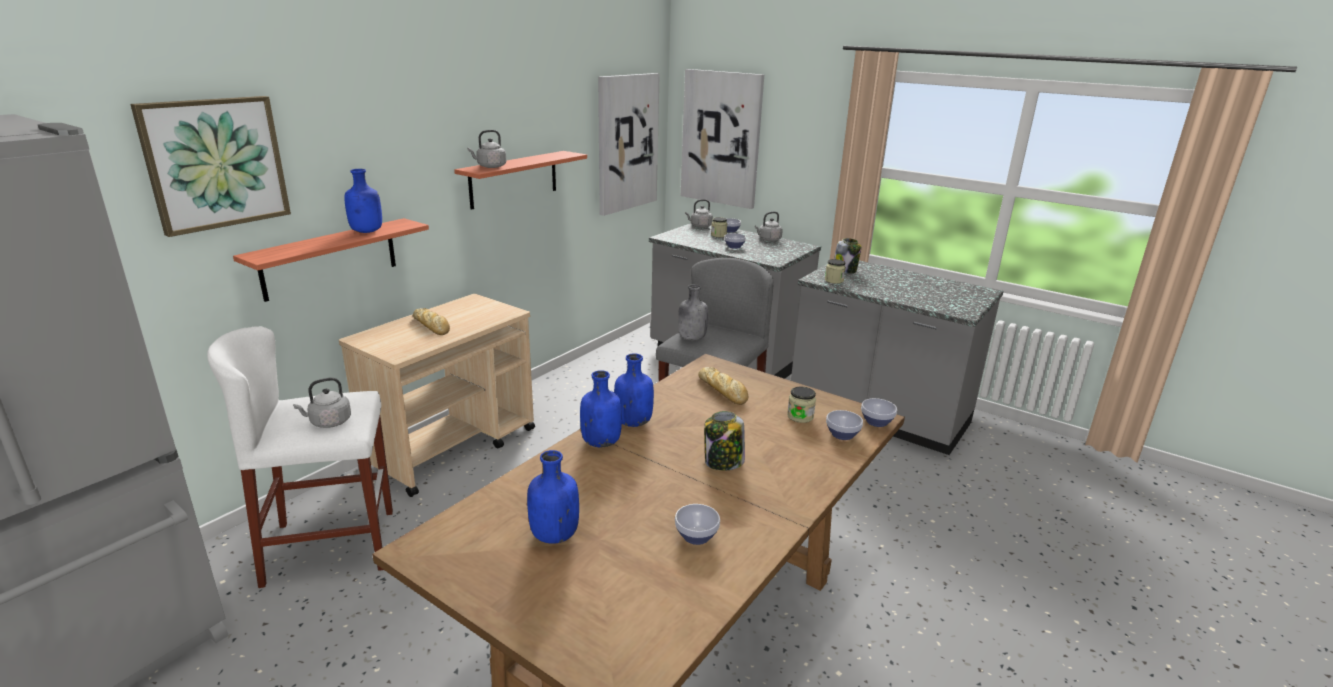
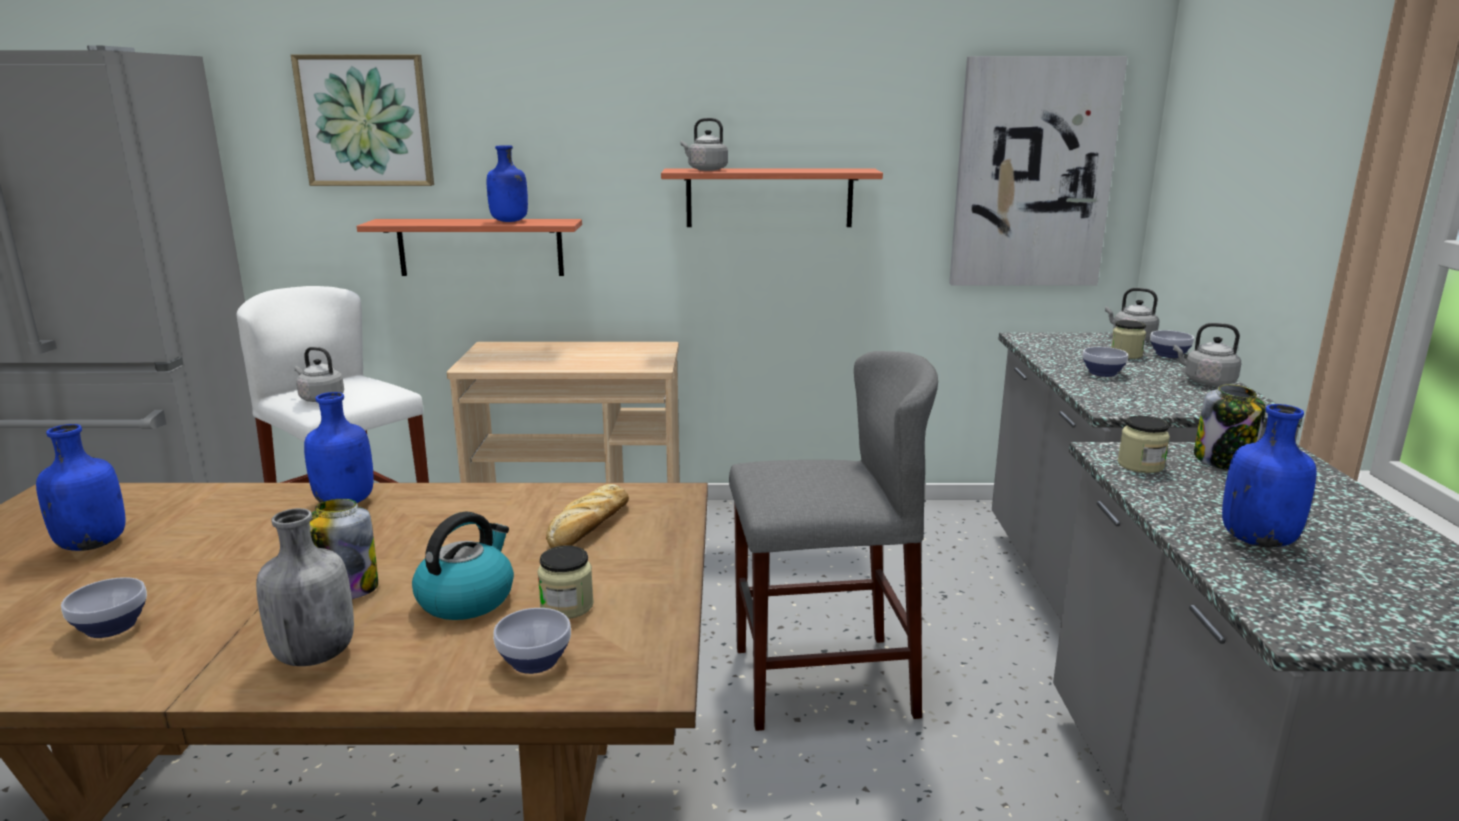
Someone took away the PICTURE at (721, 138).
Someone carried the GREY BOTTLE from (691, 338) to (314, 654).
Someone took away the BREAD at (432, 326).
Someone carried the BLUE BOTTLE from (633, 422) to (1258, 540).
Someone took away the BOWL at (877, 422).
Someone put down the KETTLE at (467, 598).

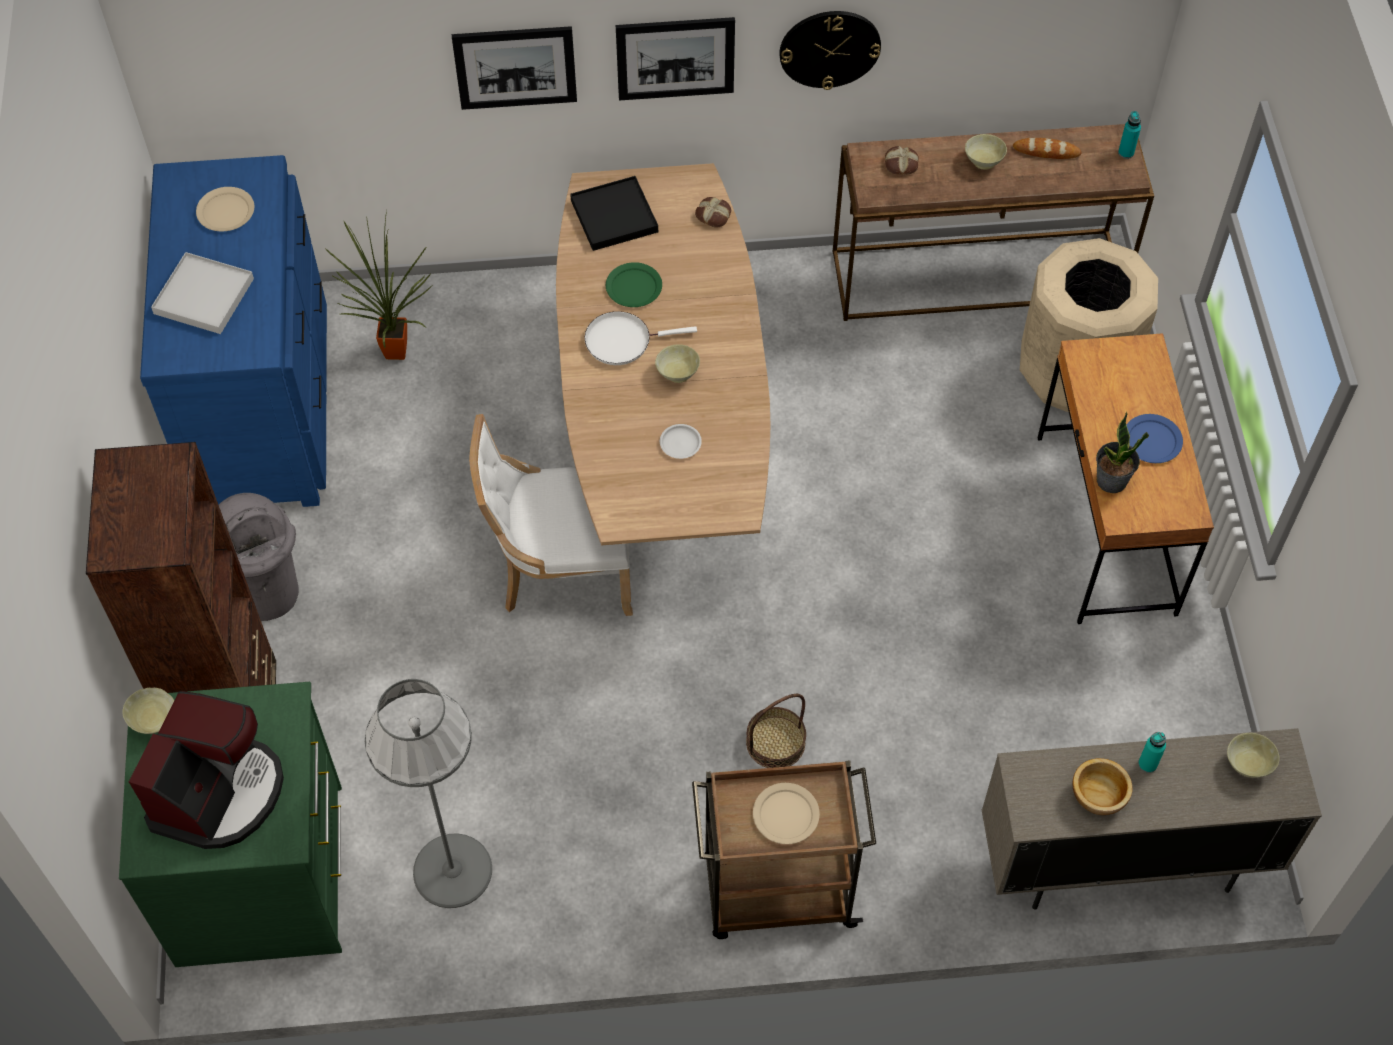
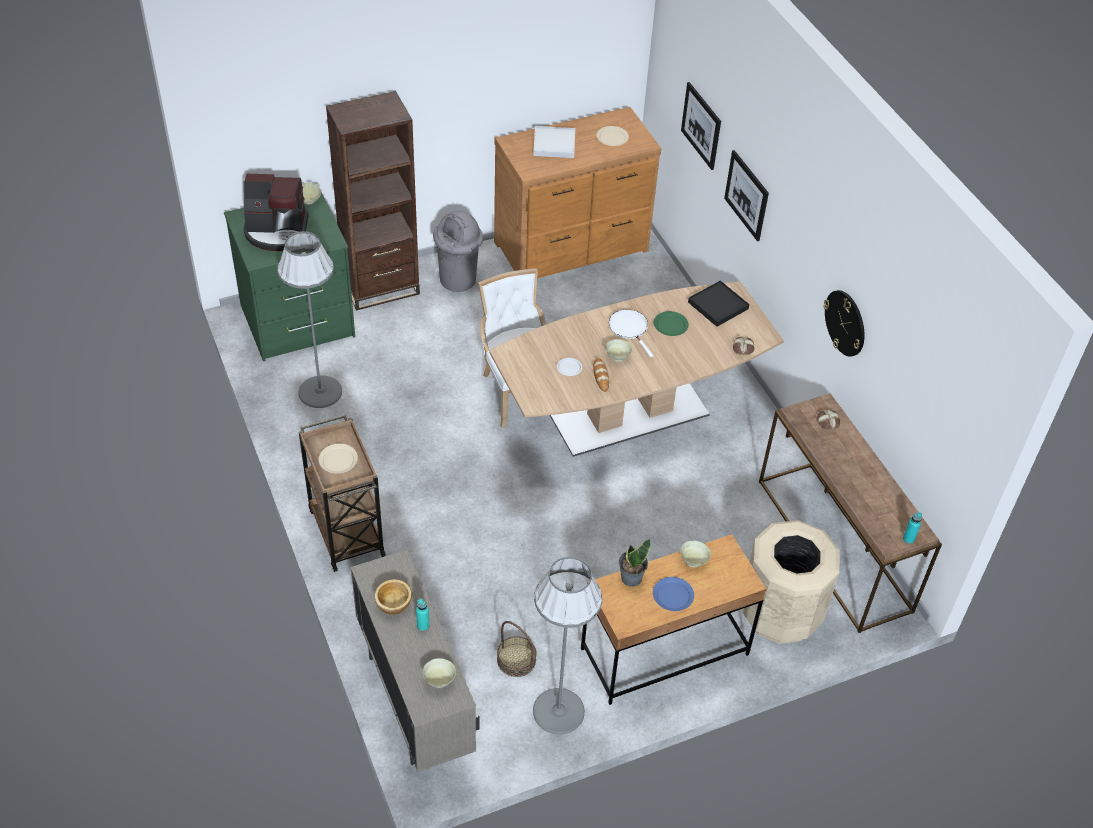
Someone carried the PICTURE from (675, 58) to (701, 125).
Someone carried the BEIGE BOWL from (984, 161) to (694, 561).
Someone carried the BREAD from (1046, 151) to (601, 376).
Someone repainted the BLUE DRESSER at (265, 405), which became the BROWN DRESSER at (573, 248).
Someone took away the POTTED PLANT at (394, 356).
Someone carried the BASKET from (775, 742) to (516, 660).
Someone put down the GREY FLOOR LAMP at (558, 711).

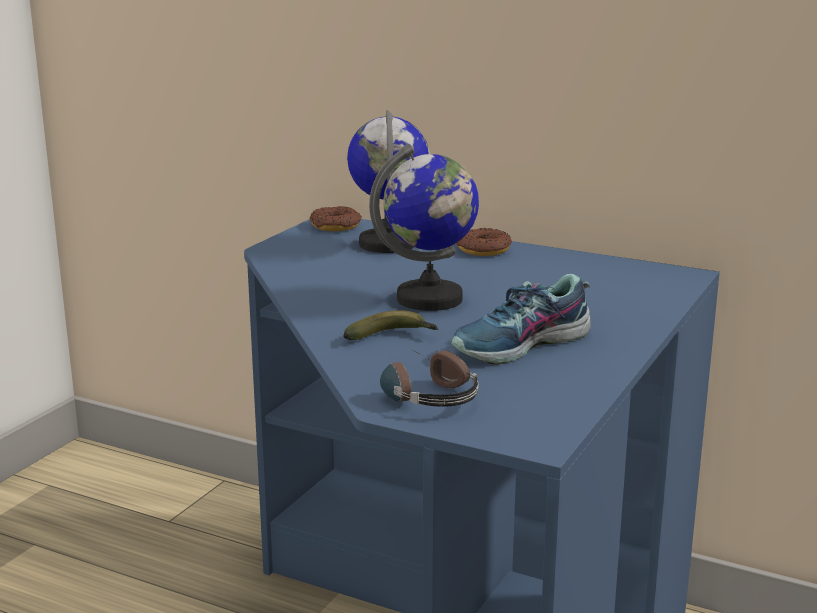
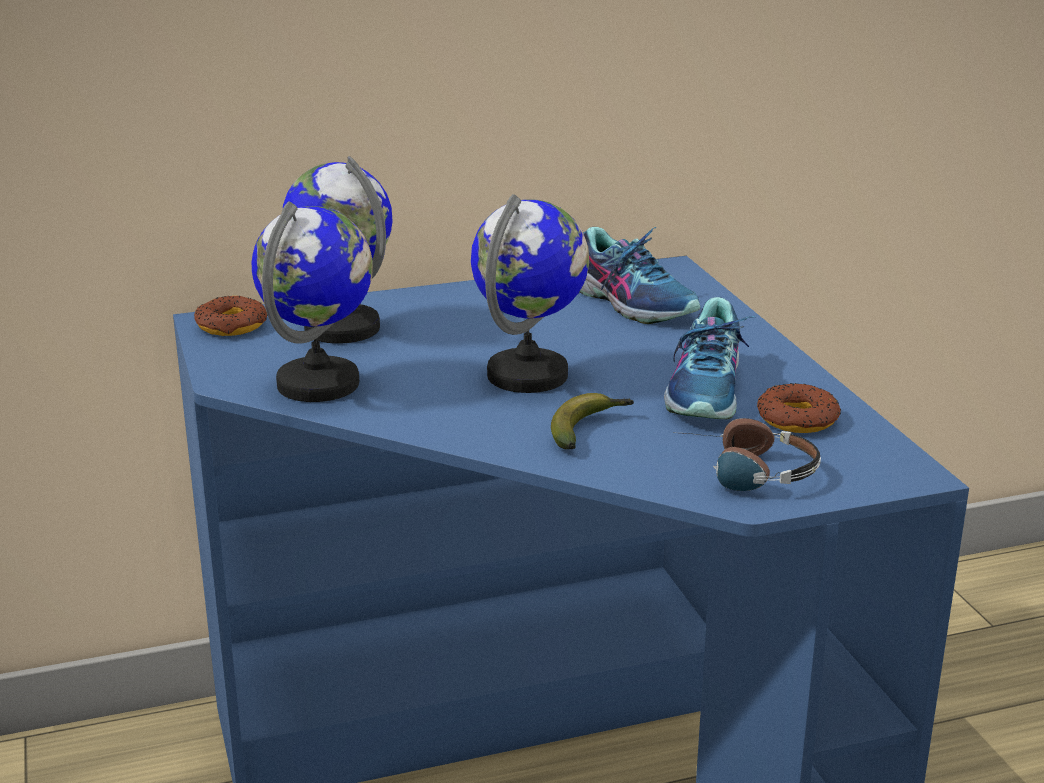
Someone carried the DONUT from (483, 249) to (796, 419).
Someone put down the GLOBE at (319, 384).
Someone put down the SHOE at (633, 302).

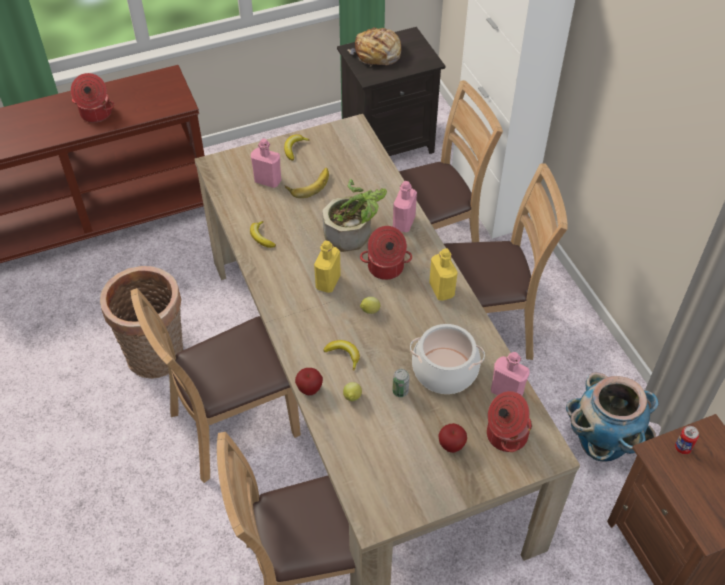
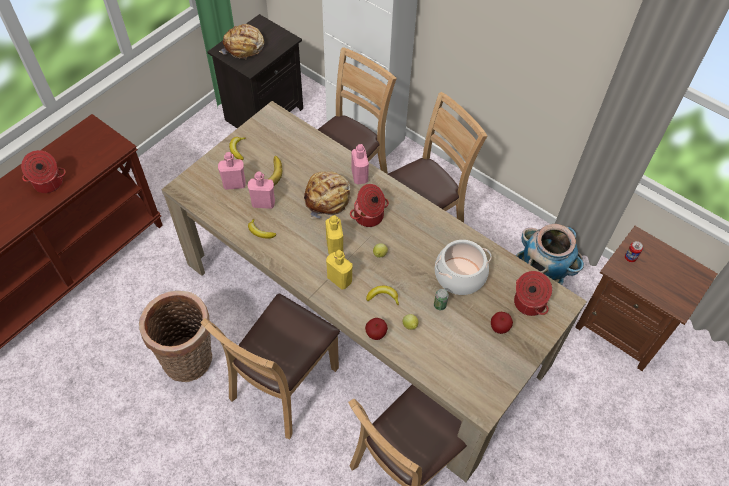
Someone swapped the POTTED PLANT at (353, 232) for the BREAD at (328, 199).
Someone carried the YELLOW BOTTLE from (441, 290) to (339, 279).
Someone carried the PINK BOTTLE from (506, 392) to (263, 203).

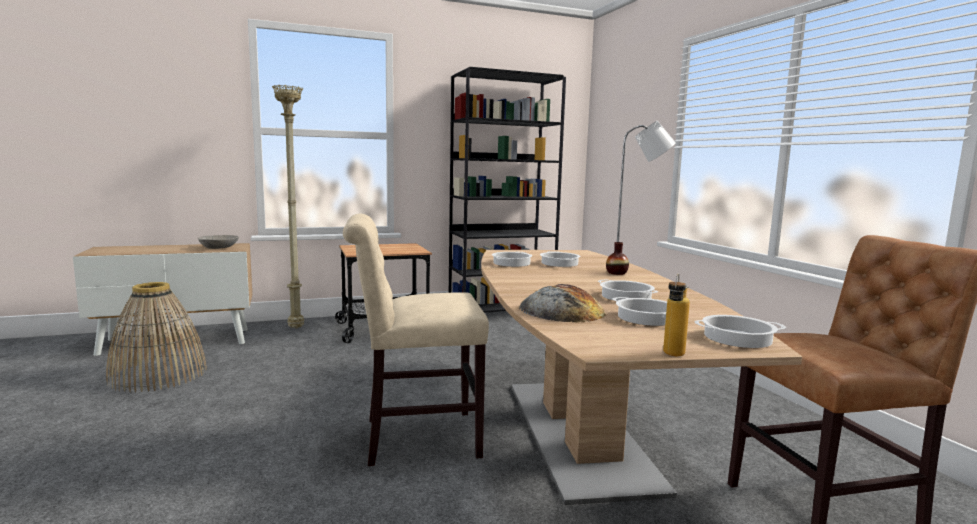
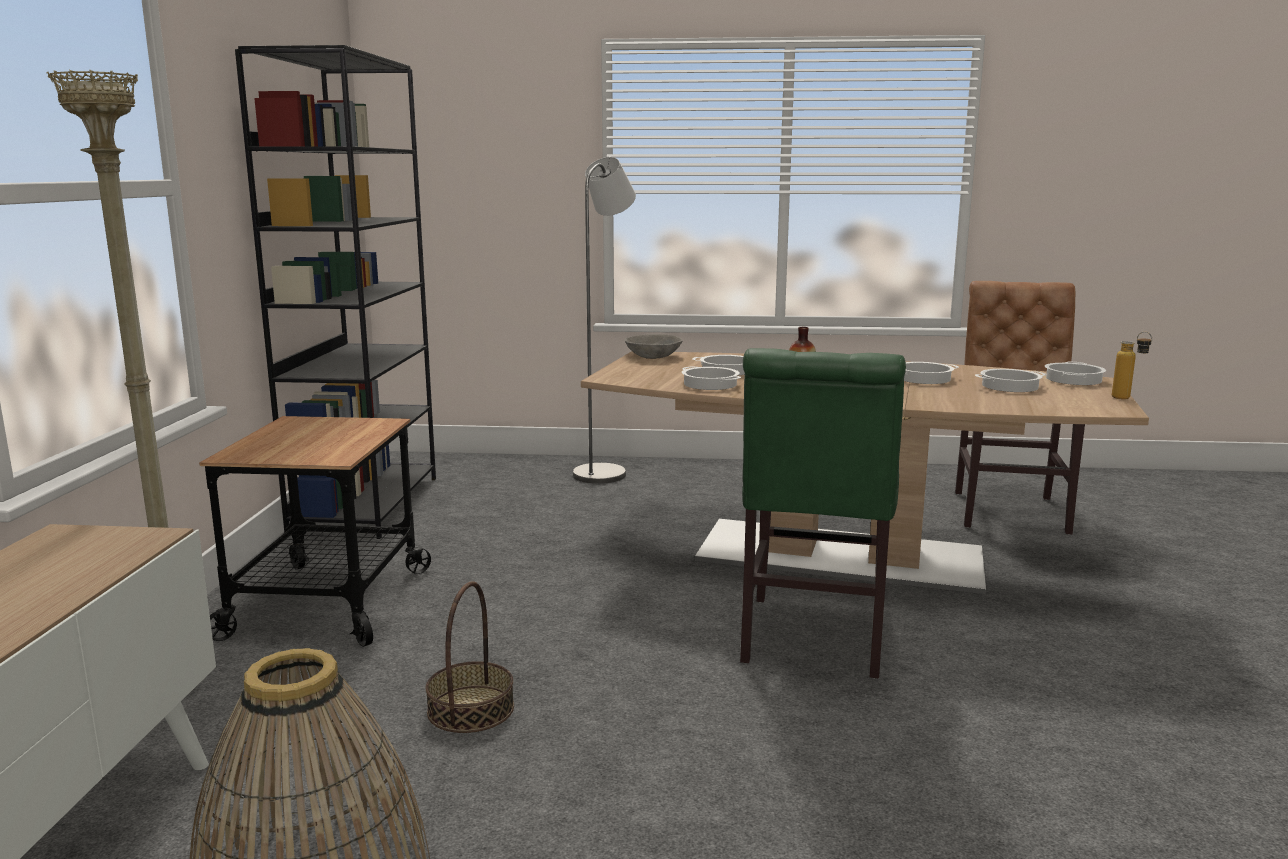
Someone repainted the BEIGE CHAIR at (414, 438), which became the GREEN CHAIR at (812, 641).
Someone carried the GREY BOWL from (219, 248) to (653, 356).
Someone took away the BREAD at (561, 311).
Someone put down the BASKET at (470, 709).

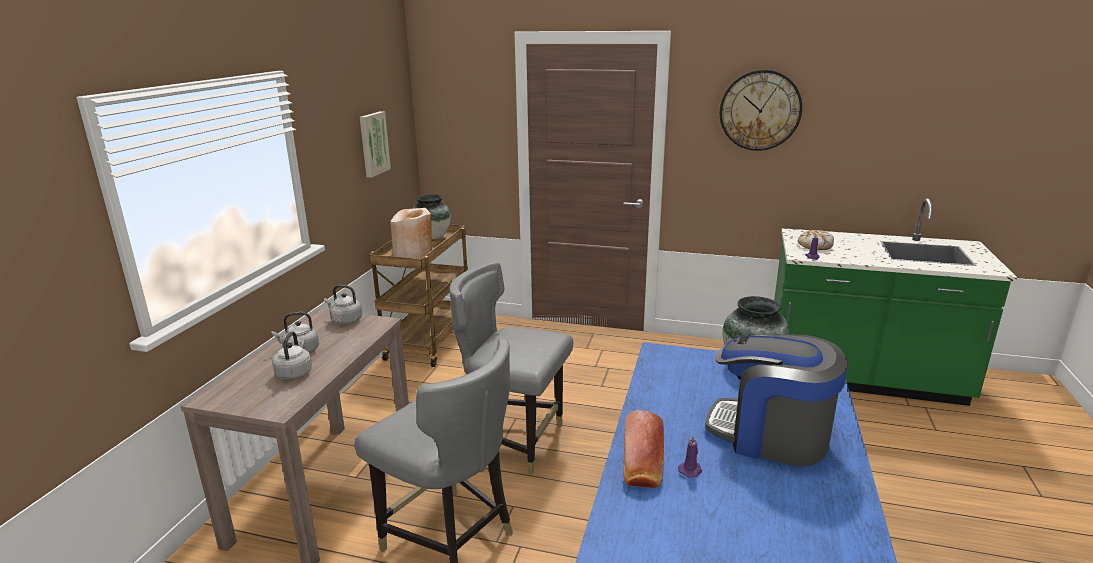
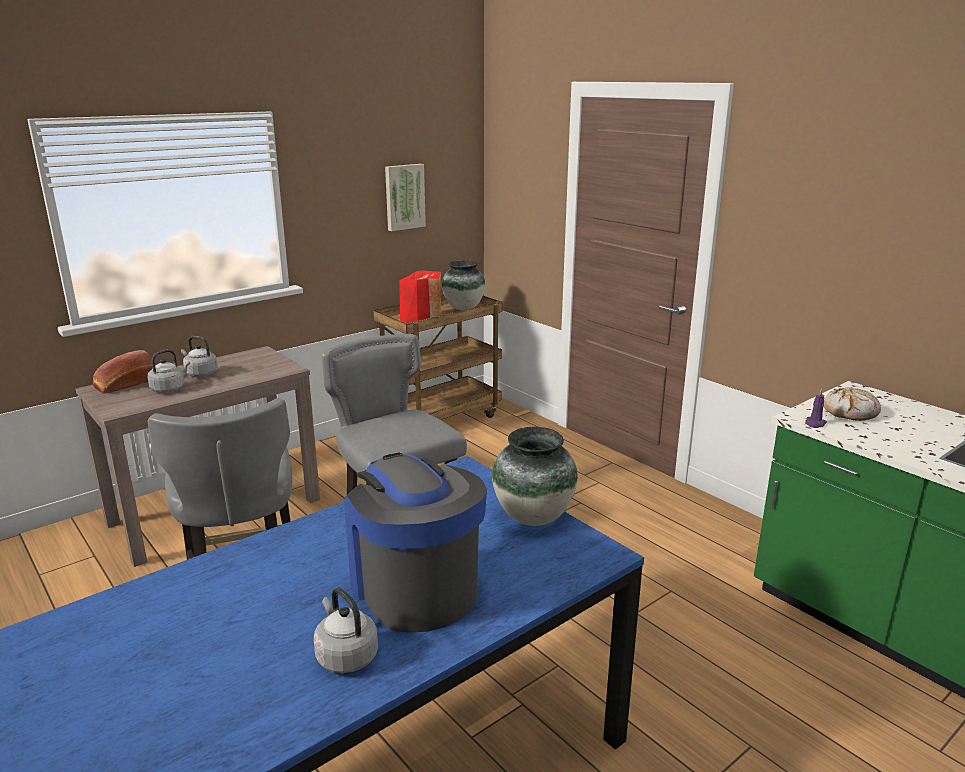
Someone took away the WALL CLOCK at (760, 110).
Someone repainted the BEIGE VASE at (413, 254), which became the RED VASE at (421, 319).
Someone carried the GREY KETTLE from (345, 320) to (345, 655).
Someone carried the BREAD from (642, 465) to (123, 385).
Someone took away the PURPLE CANDLE at (690, 470).

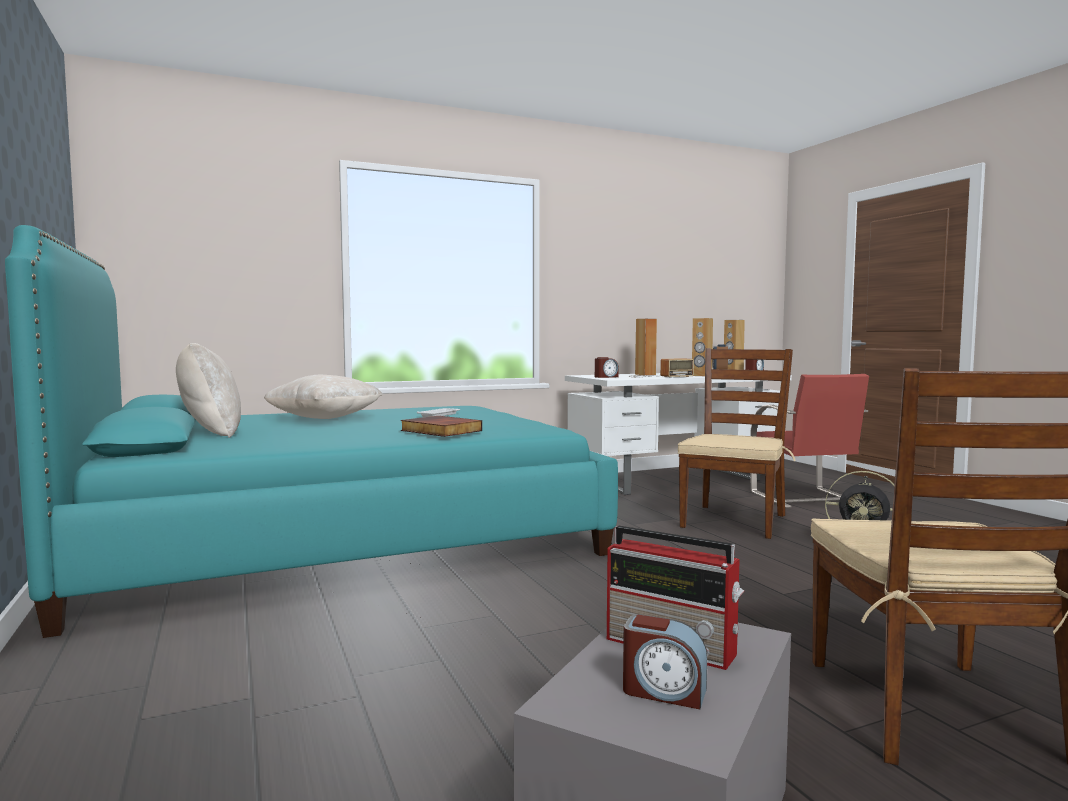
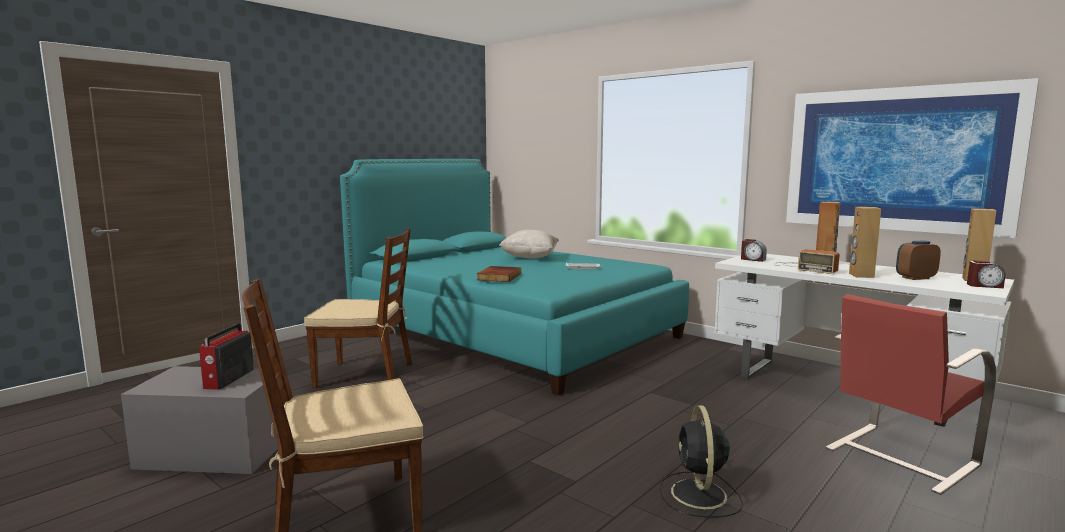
Someone took away the BEIGE PILLOW at (210, 432).
Someone carried the BROWN CHAIR from (734, 521) to (366, 375).
Someone took away the ALARM CLOCK at (663, 691).
Someone put up the PICTURE at (897, 159).

